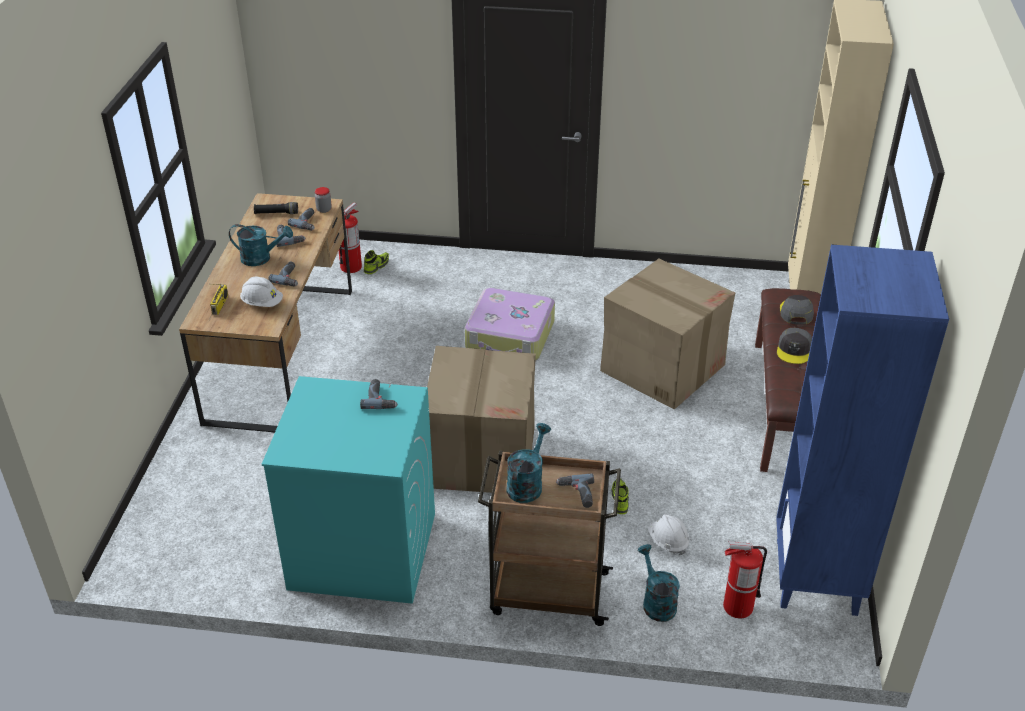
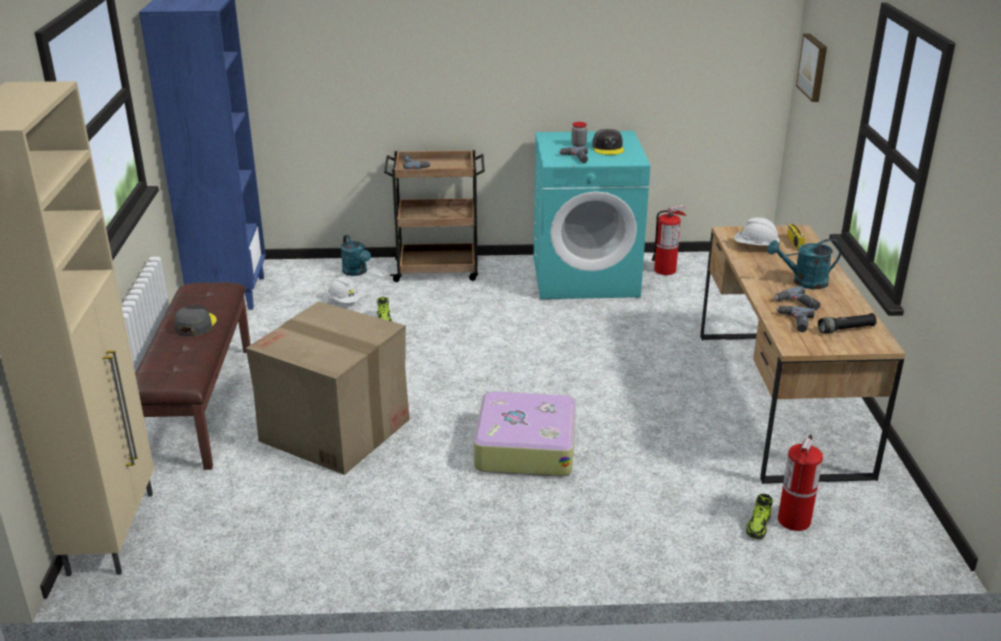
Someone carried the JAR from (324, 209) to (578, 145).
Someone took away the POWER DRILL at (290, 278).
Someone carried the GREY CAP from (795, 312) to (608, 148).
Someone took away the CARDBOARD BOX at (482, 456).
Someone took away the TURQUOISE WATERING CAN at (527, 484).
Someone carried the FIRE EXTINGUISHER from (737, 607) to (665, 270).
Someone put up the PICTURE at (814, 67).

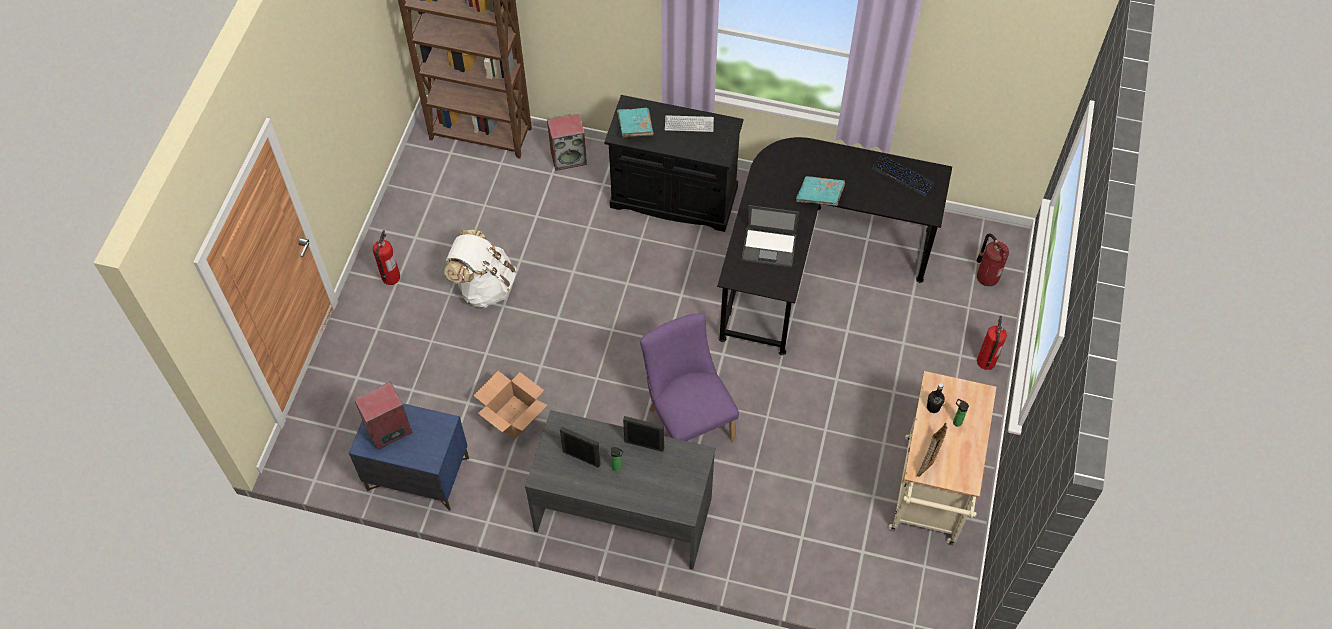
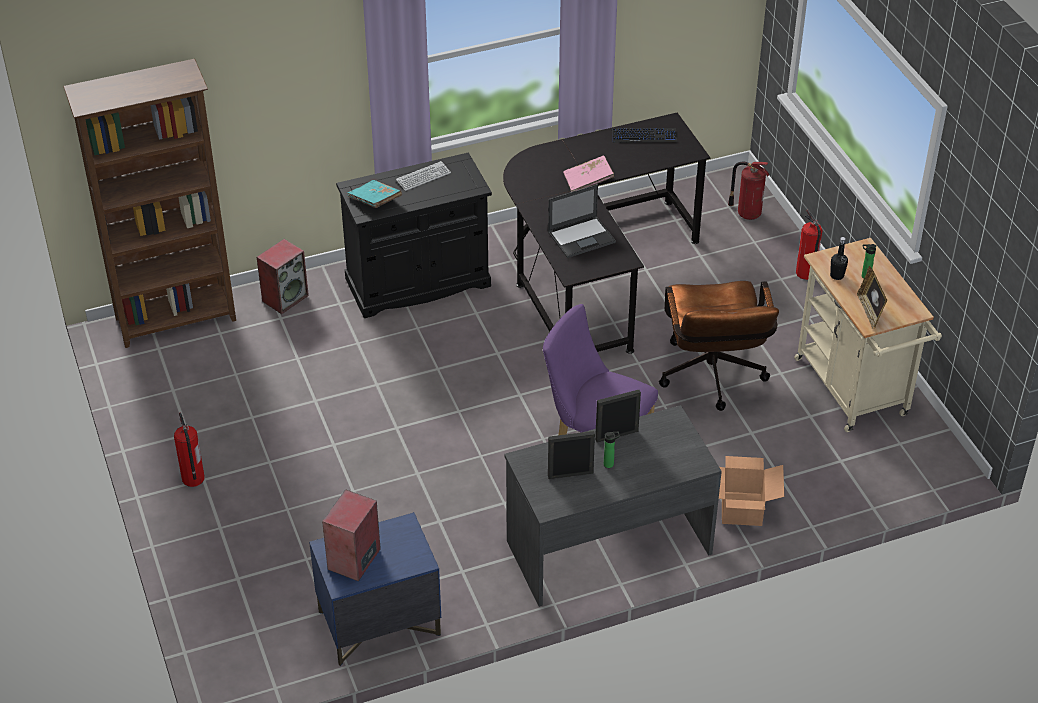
Someone repainted the TURQUOISE BOOK at (820, 196), which became the PINK BOOK at (588, 181).
Someone took away the WHITE BACKPACK at (484, 286).
Someone carried the CARDBOARD BOX from (513, 418) to (742, 509).
Someone put down the BROWN OFFICE CHAIR at (712, 379).

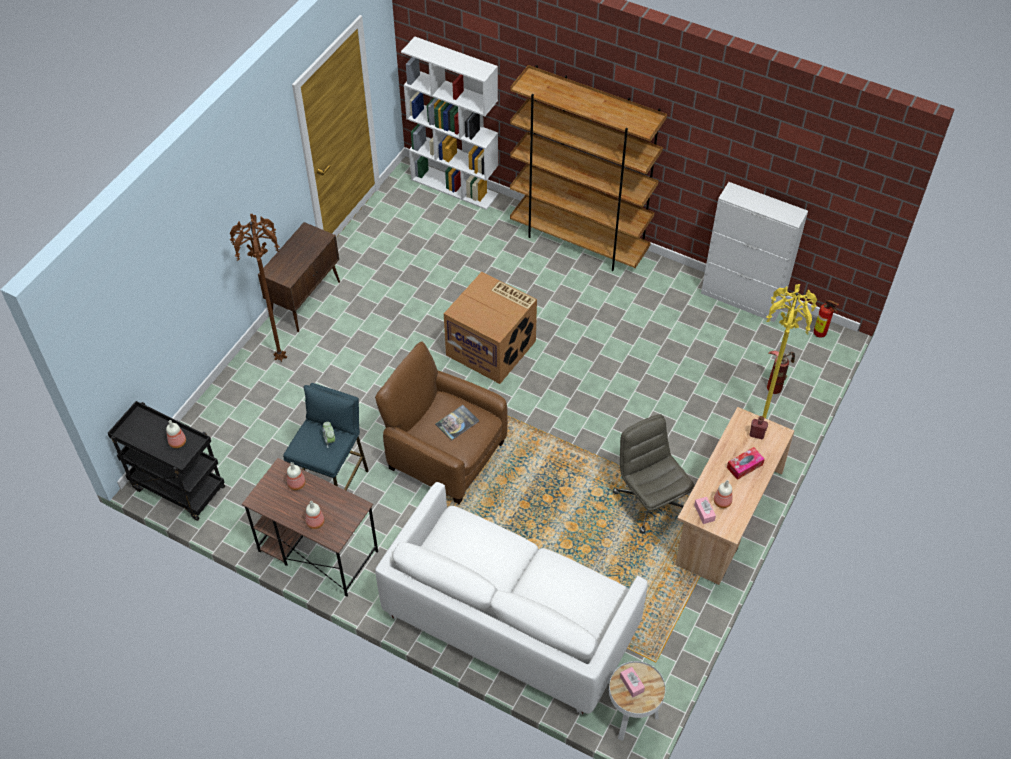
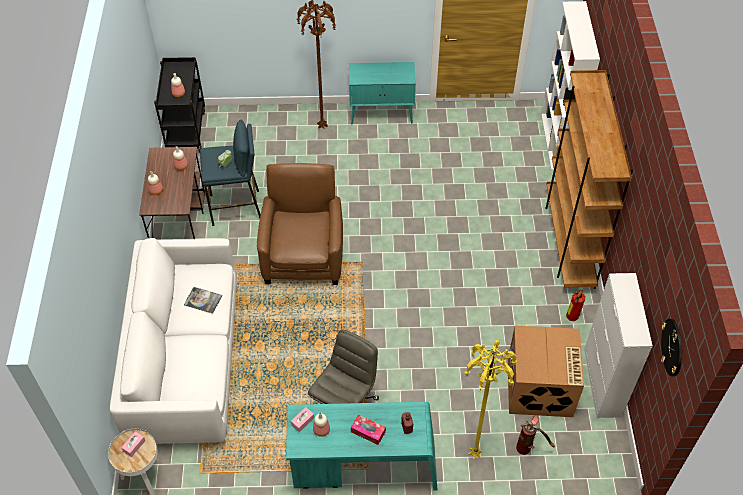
Someone repainted the BROWN CABINET at (306, 300), which became the TURQUOISE CABINET at (382, 114).
Someone carried the CARDBOARD BOX from (492, 348) to (540, 388).
Someone carried the FIRE EXTINGUISHER from (821, 334) to (571, 318).
Someone carried the BOOK from (457, 423) to (203, 300).
Someone repainted the BEIGE DESK at (726, 517), which became the TURQUOISE DESK at (364, 466).
Someone put up the WALL CLOCK at (672, 347).

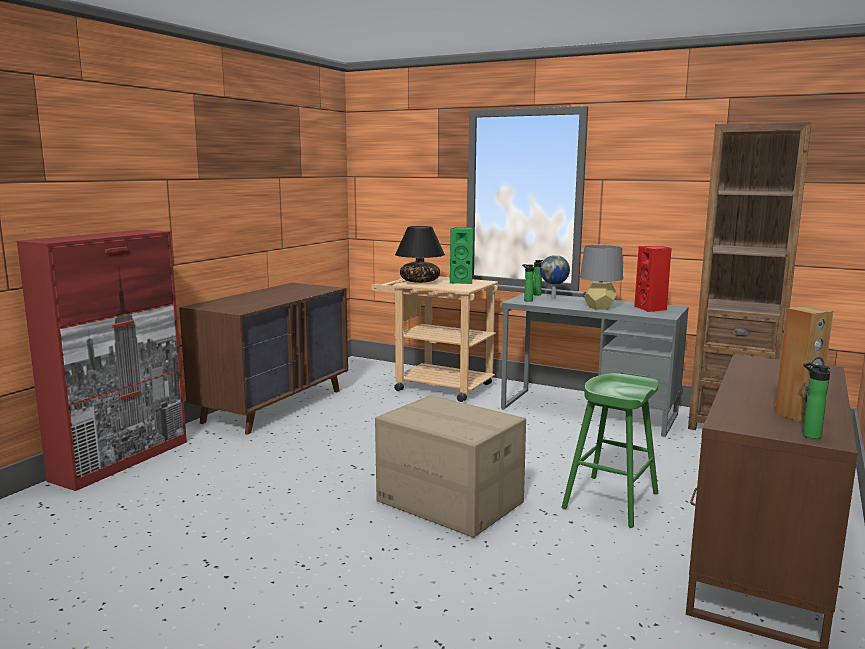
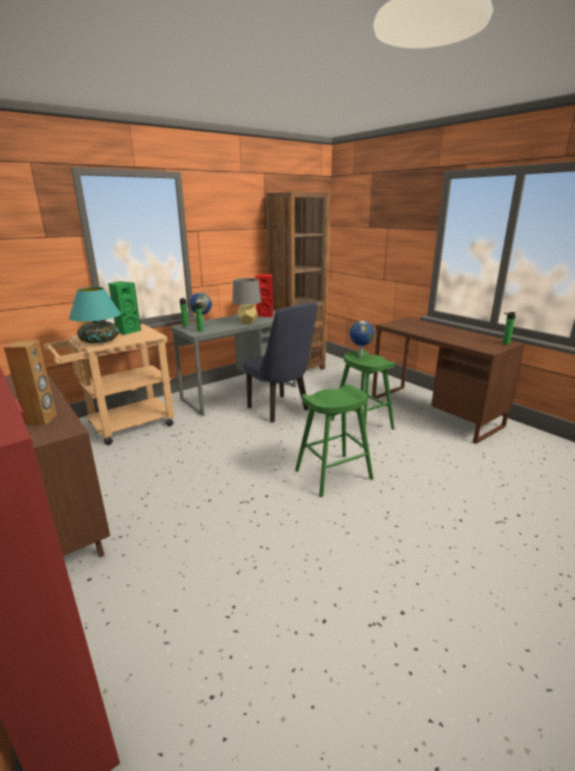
Someone repainted the BLACK TABLE LAMP at (419, 281), which became the TURQUOISE TABLE LAMP at (100, 341).
Someone carried the BROWN SPEAKER from (797, 415) to (41, 419).
Someone swapped the CARDBOARD BOX at (448, 502) for the GREEN STOOL at (333, 474).
Someone put down the BLUE CHAIR at (281, 410).
Someone put down the GLOBE at (360, 356).

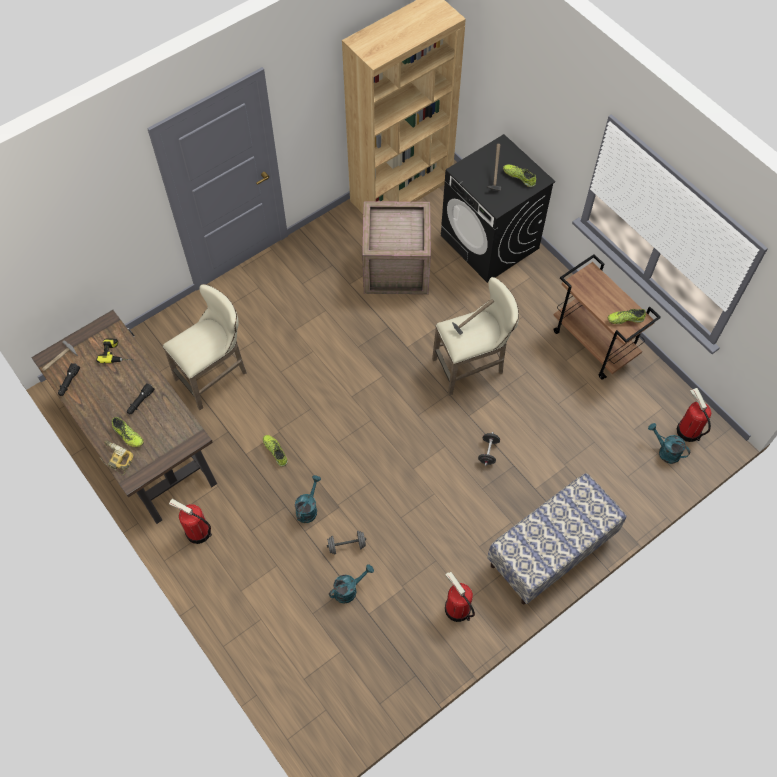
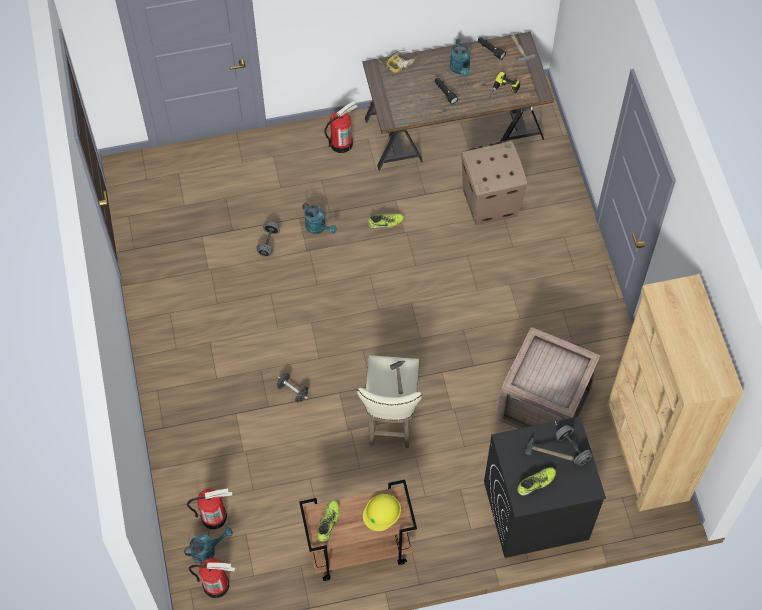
Someone swapped the BEIGE STOOL at (215, 375) for the CARDBOARD BOX at (489, 203).
Someone took away the SHOE at (128, 435).
Someone took away the BENCH at (551, 551).
Someone carried the TURQUOISE WATERING CAN from (349, 589) to (460, 69).
Someone carried the FIRE EXTINGUISHER from (457, 609) to (214, 516).
Someone put down the GREY DUMBBELL at (572, 449).
Someone put down the YELLOW HARD HAT at (382, 512).

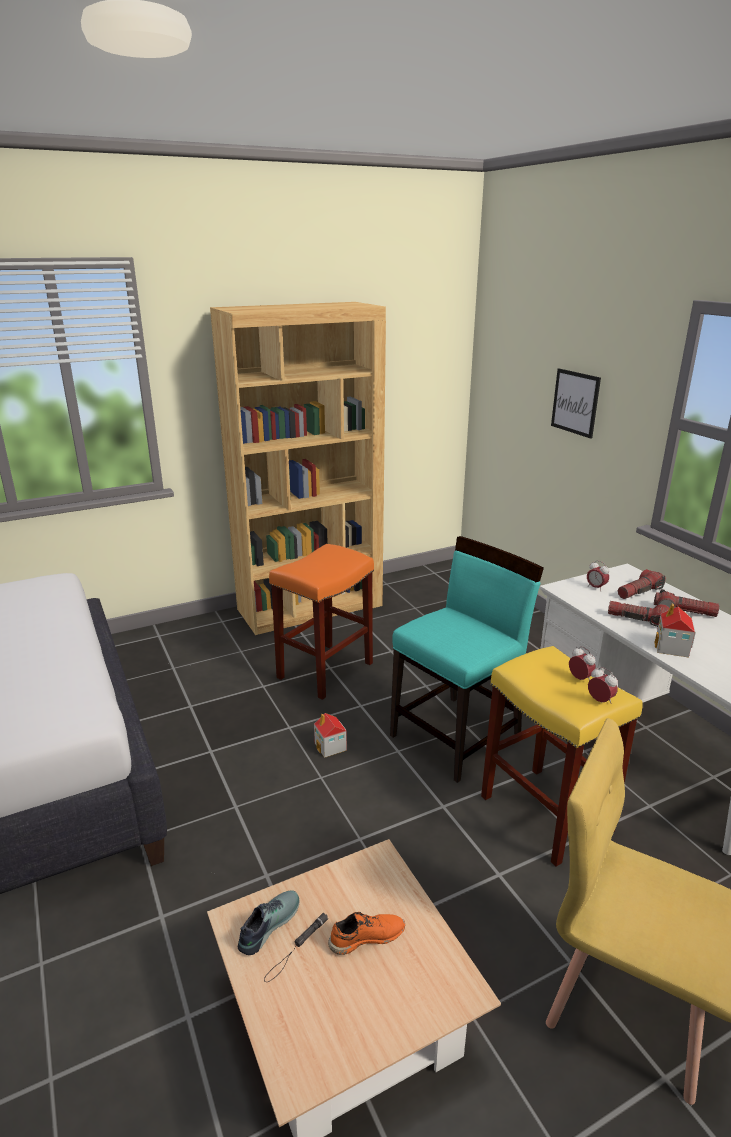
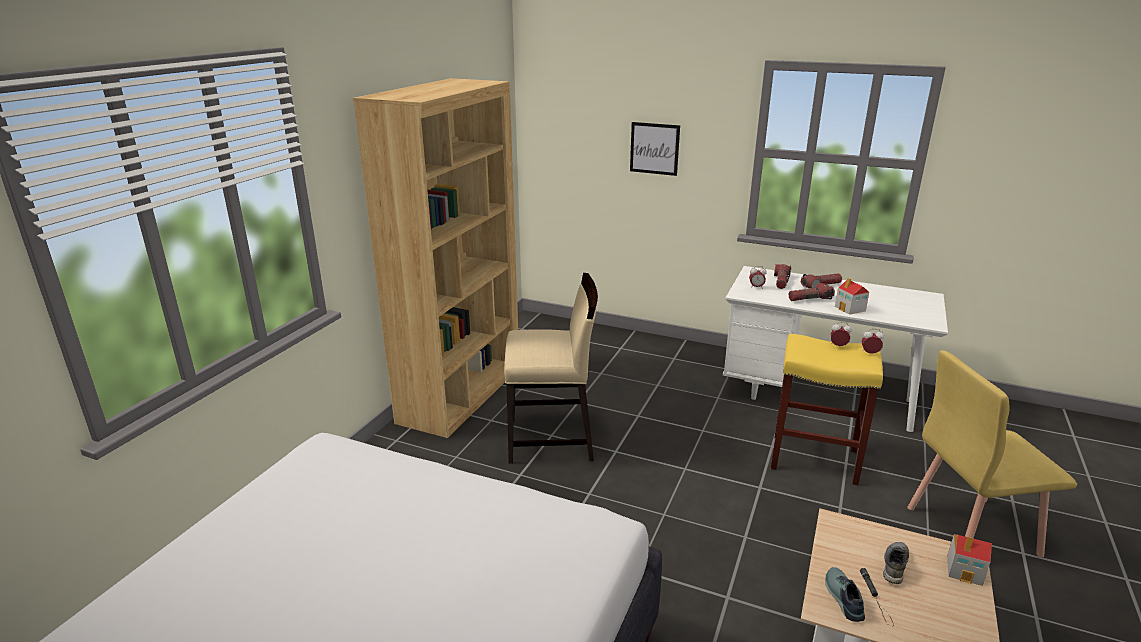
Someone took away the TURQUOISE CHAIR at (457, 736).
Someone swapped the ORANGE STOOL at (325, 671) for the BEIGE CHAIR at (551, 439).
Someone carried the TOY HOUSE from (330, 747) to (965, 571).
Someone repainted the ORANGE SHOE at (366, 937), which became the GREY SHOE at (894, 565).

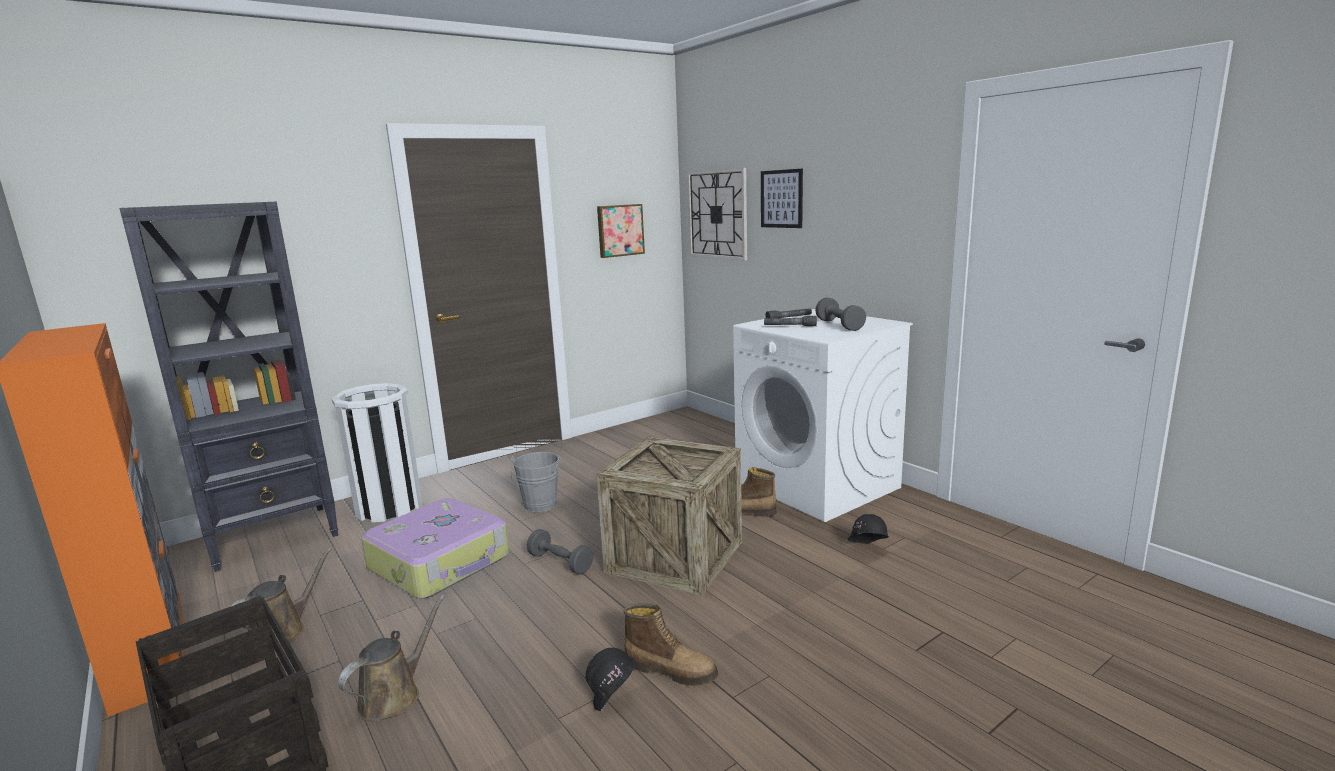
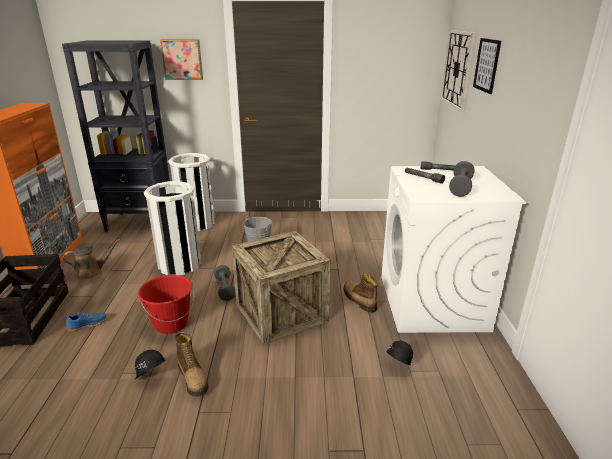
Someone carried the PICTURE from (619, 230) to (182, 59).
Someone swapped the SUITCASE at (441, 562) for the WHITE TRASH CAN at (180, 264).
Someone swapped the BROWN WATERING CAN at (394, 696) for the BLUE SHOE at (87, 324).
Someone put down the RED BUCKET at (171, 324).

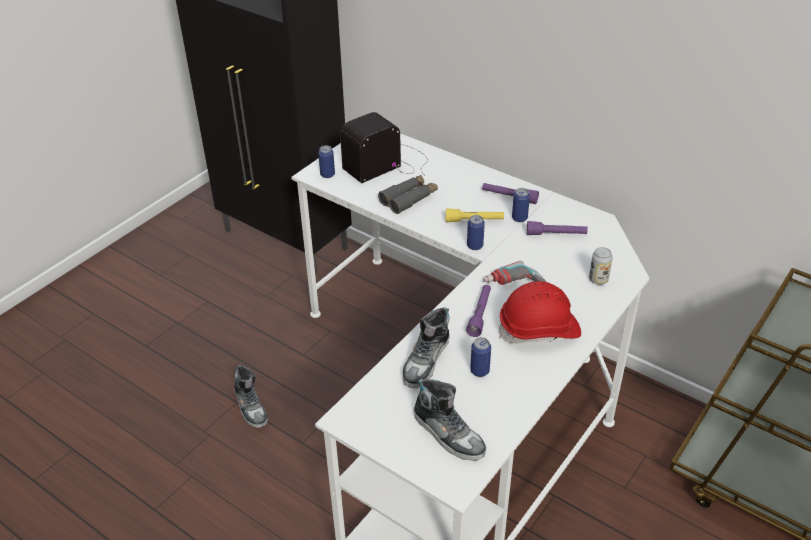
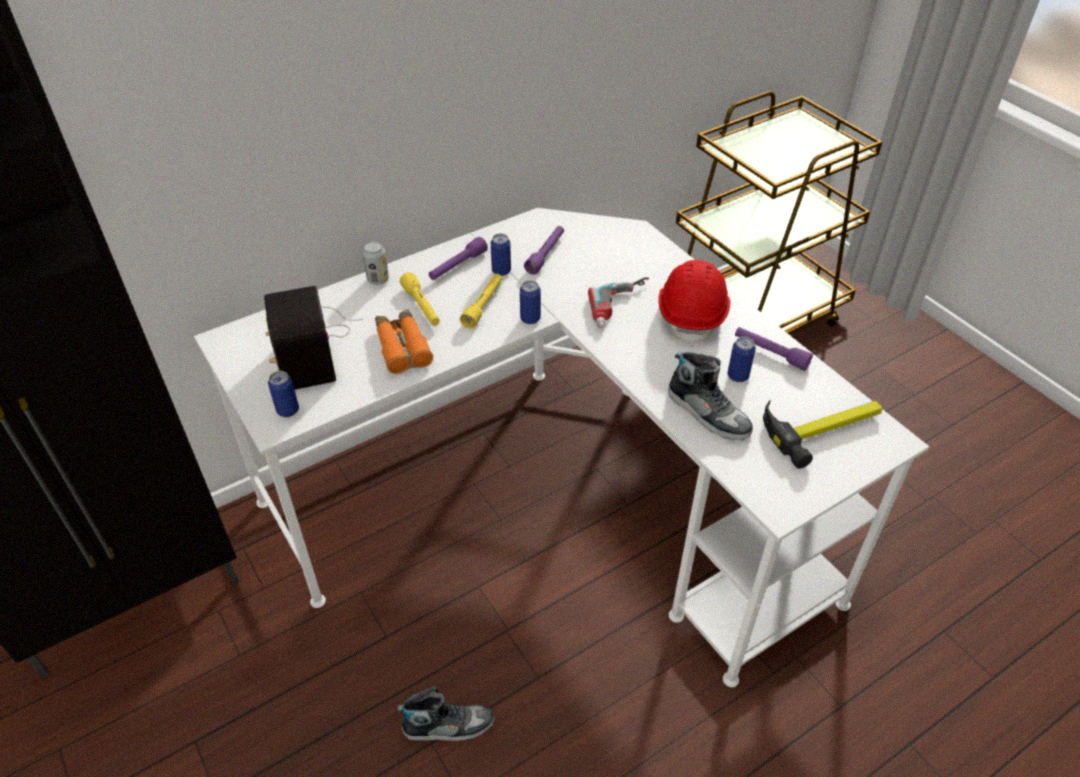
Someone repainted the GREY BINOCULARS at (409, 199), which became the ORANGE BINOCULARS at (402, 346).
Someone carried the CAN from (598, 280) to (378, 279).
Someone carried the PURPLE FLASHLIGHT from (480, 314) to (770, 353).
Someone swapped the SHOE at (448, 433) for the HAMMER at (822, 426).
Someone put down the YELLOW FLASHLIGHT at (421, 306).

